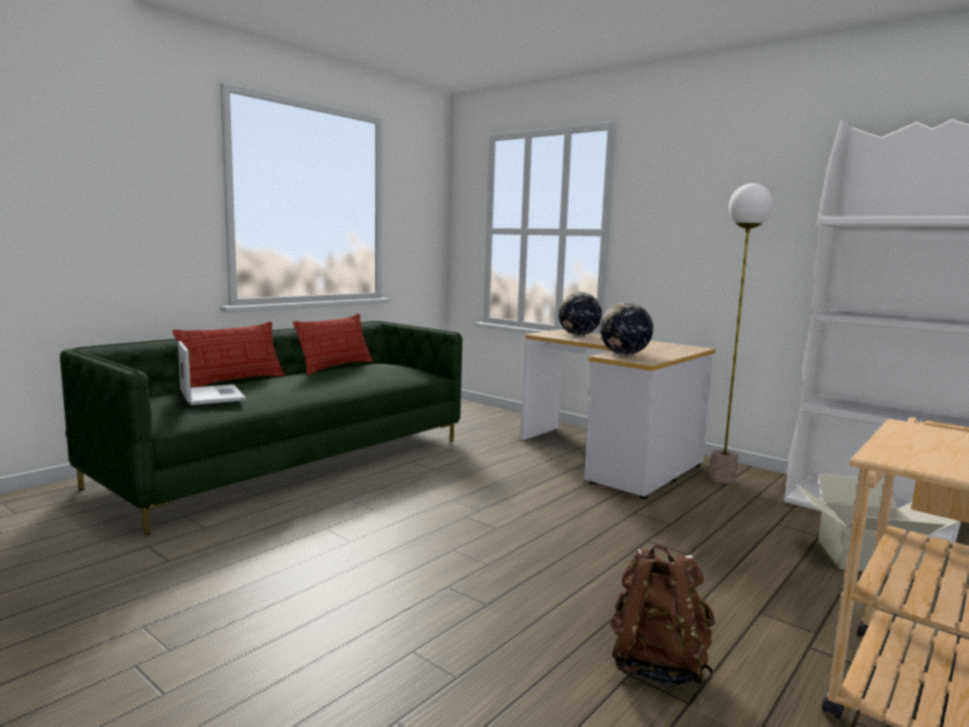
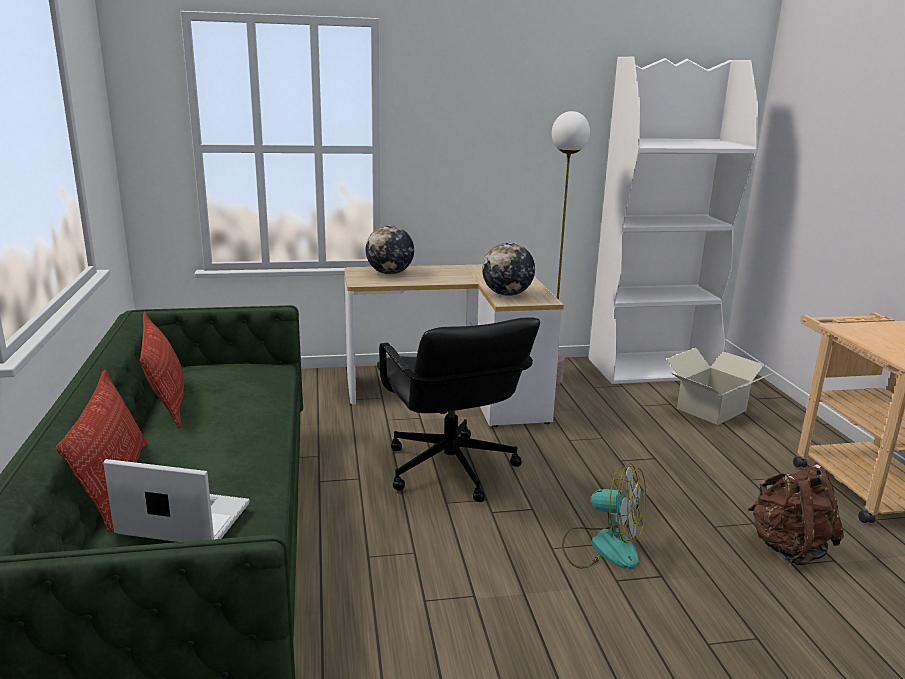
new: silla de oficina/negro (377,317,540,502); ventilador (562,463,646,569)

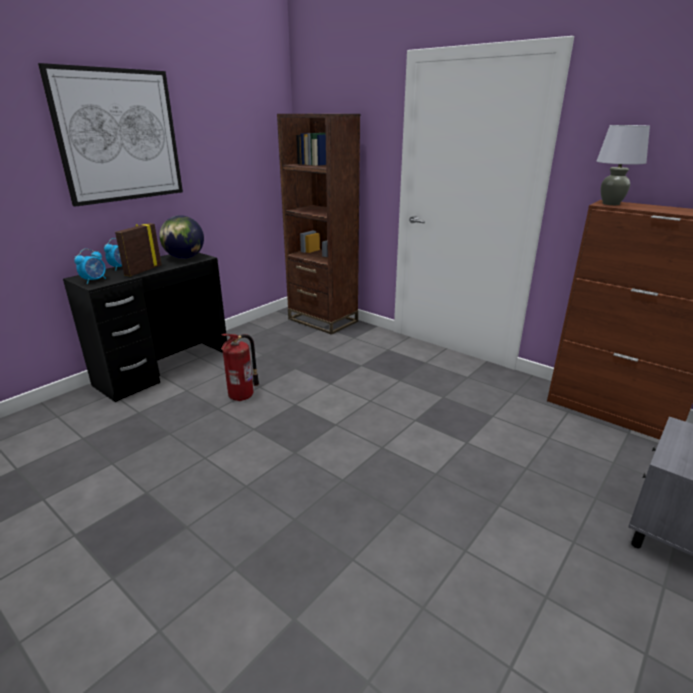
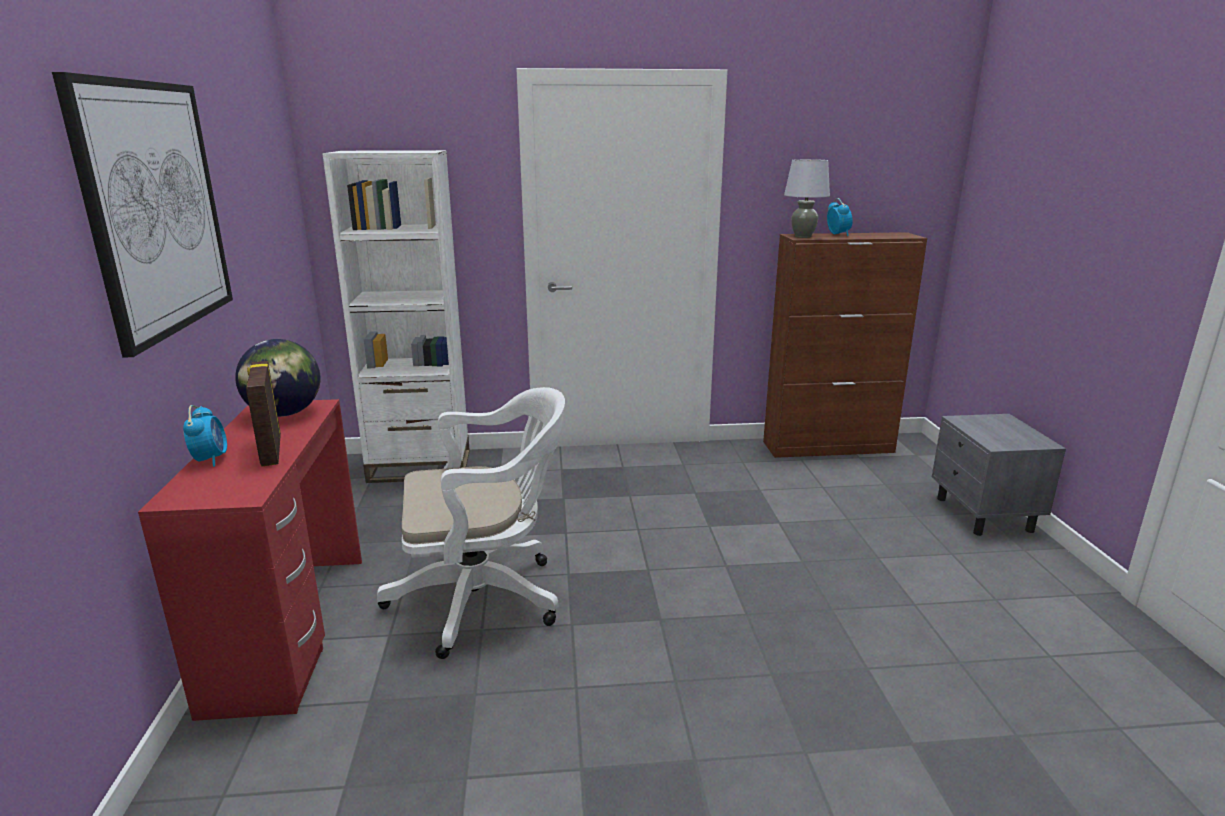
shifted: despertador (74,249,106,284) to (827,198,853,236)
swapped: extintor (221,334,259,401) to silla de oficina/blanco (377,387,565,659)
repainted: escritorio/negro (63,252,227,402) to escritorio/rojo (138,399,362,721); estantería/marrón (277,114,360,335) to estantería/blanco (322,150,470,483)

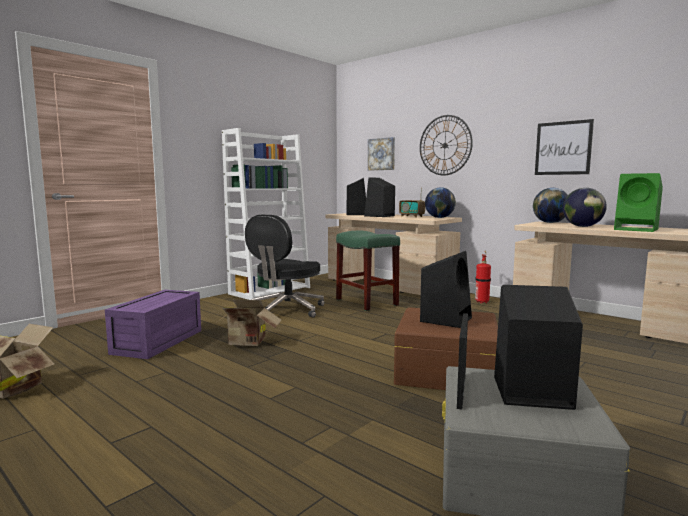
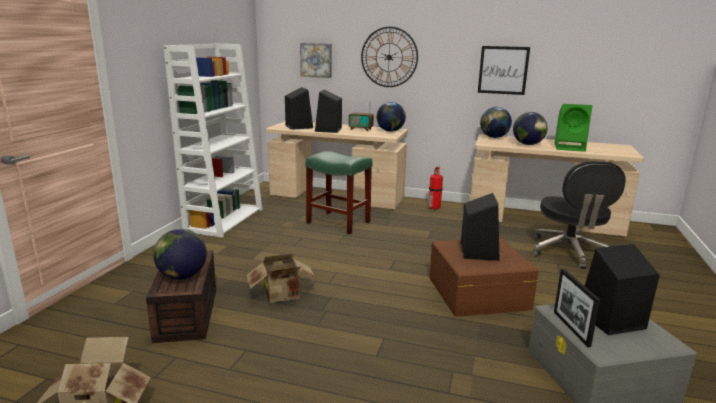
new: globo terráqueo (153,229,207,279)
shifted: silla de oficina/negro (245,214,325,318) to (533,161,626,269)
repainted: caja de almacenaje/morado (105,290,201,359) to caja de almacenaje/marrón (146,251,216,343)

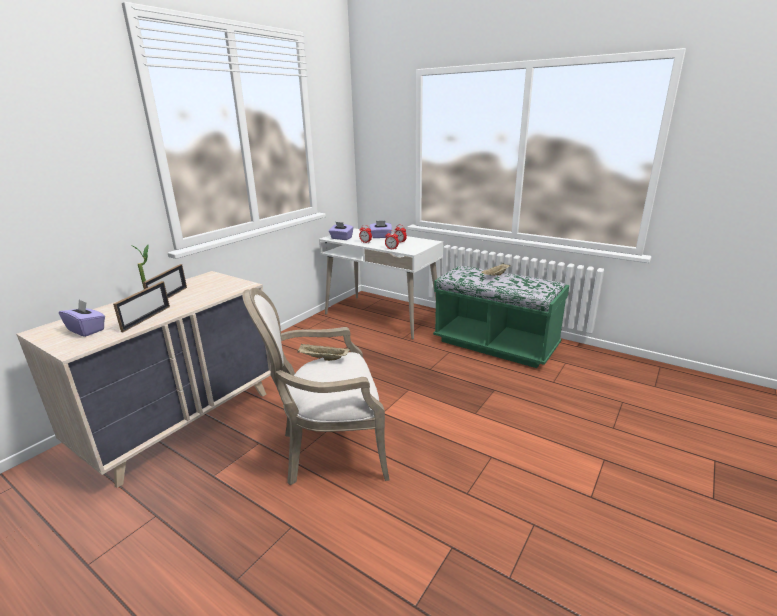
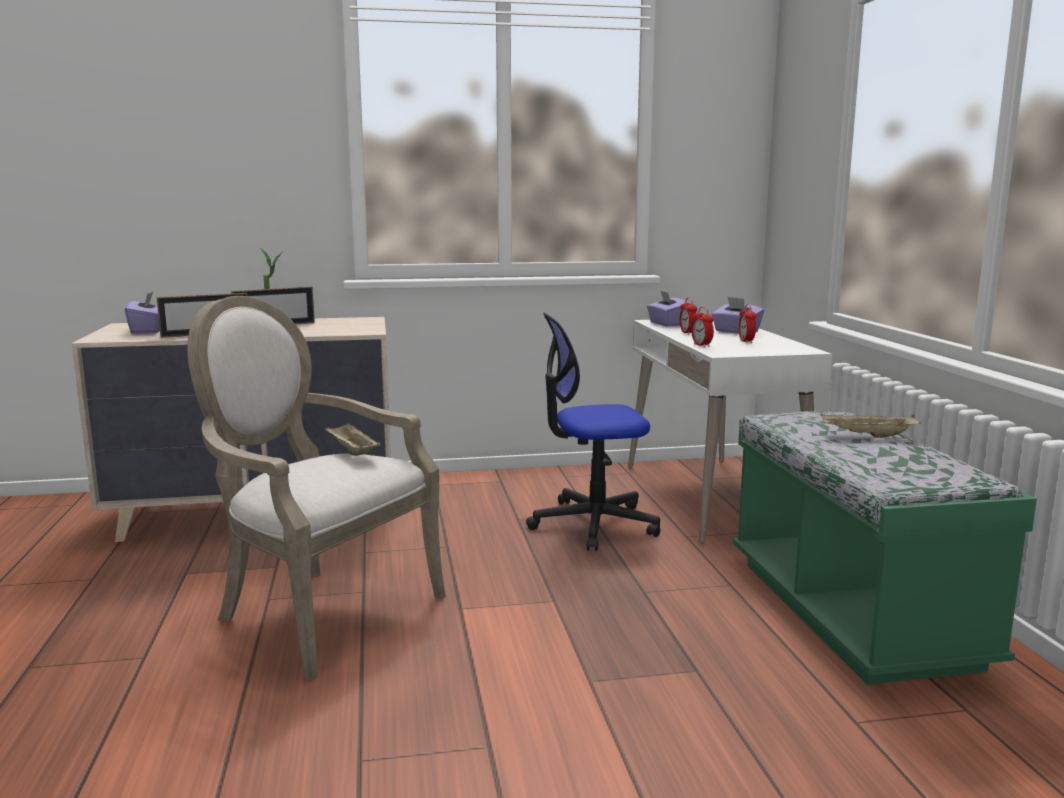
new: silla de oficina (526,313,660,551)

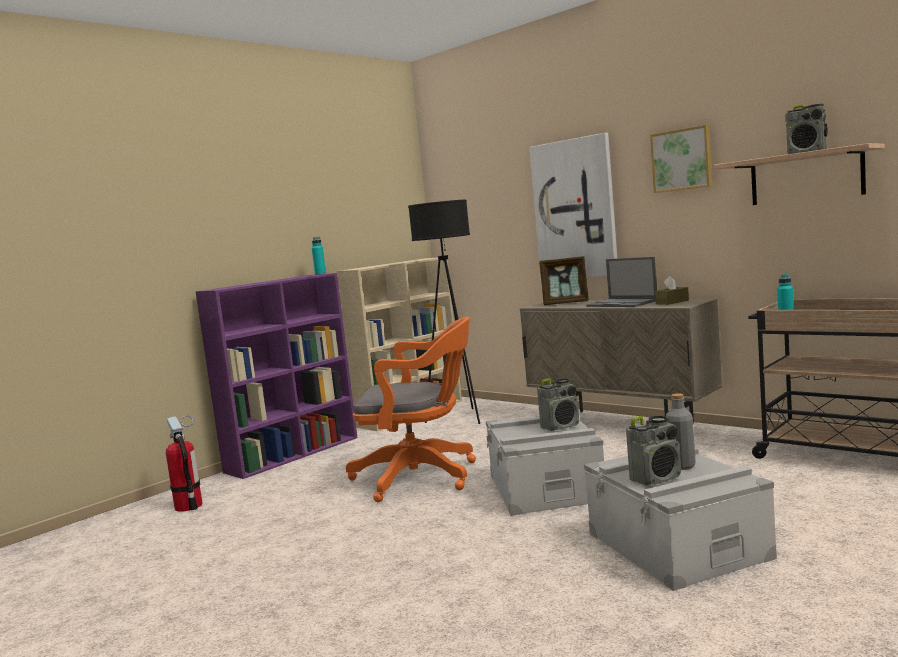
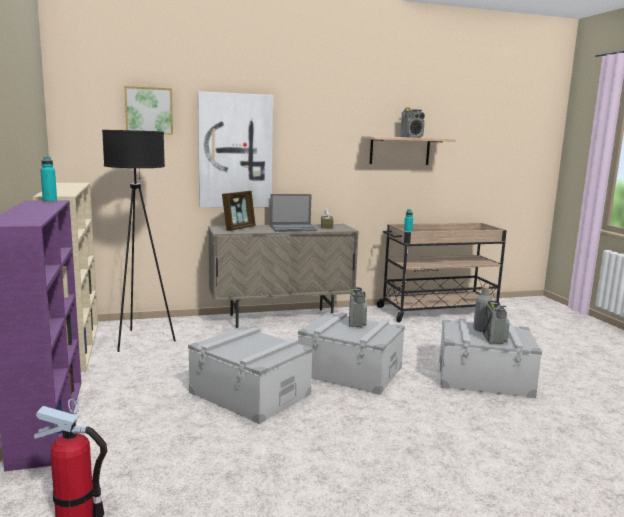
shifted: cuadro (650,125,712,193) to (124,86,173,135)
swapped: silla de oficina/naranja (346,317,476,502) to caja de almacenaje/gris (188,326,313,424)

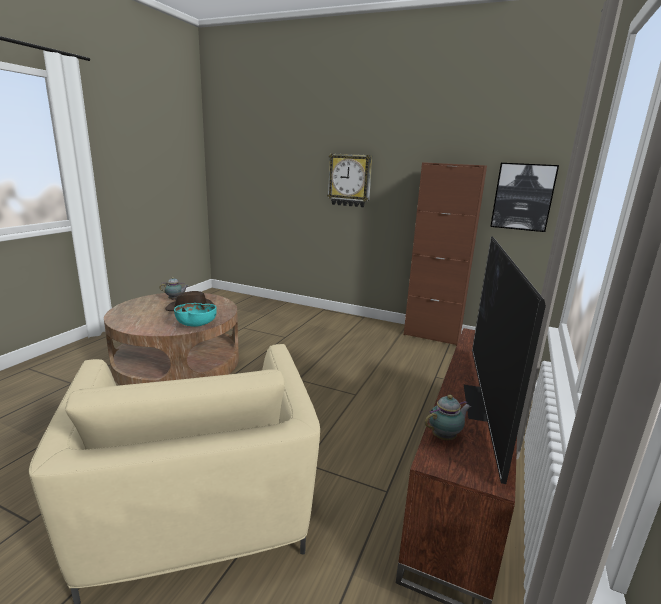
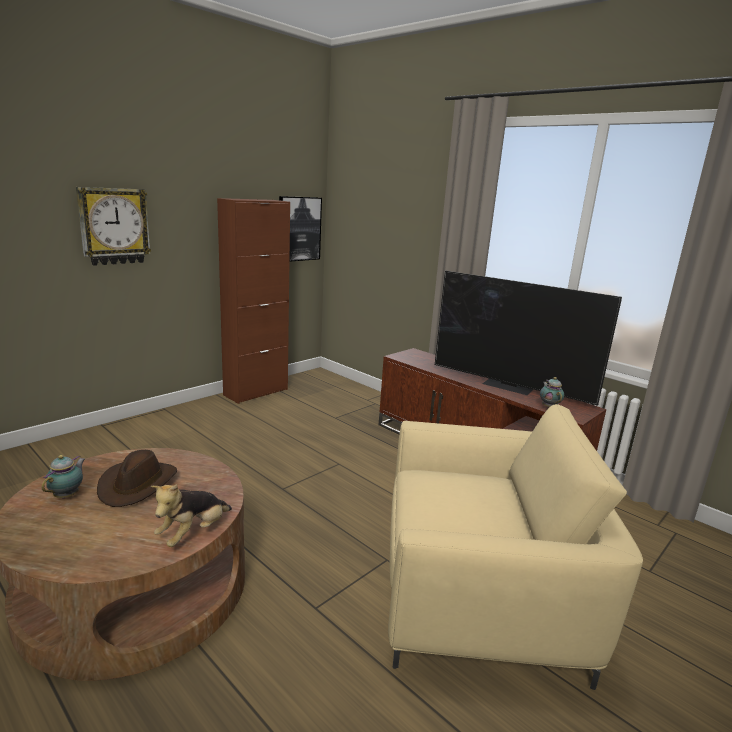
gone: cuenco/turquesa (174,303,217,327)
new: peluche (151,484,232,547)

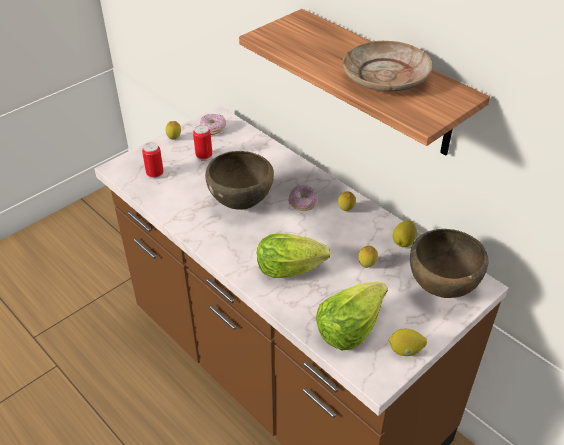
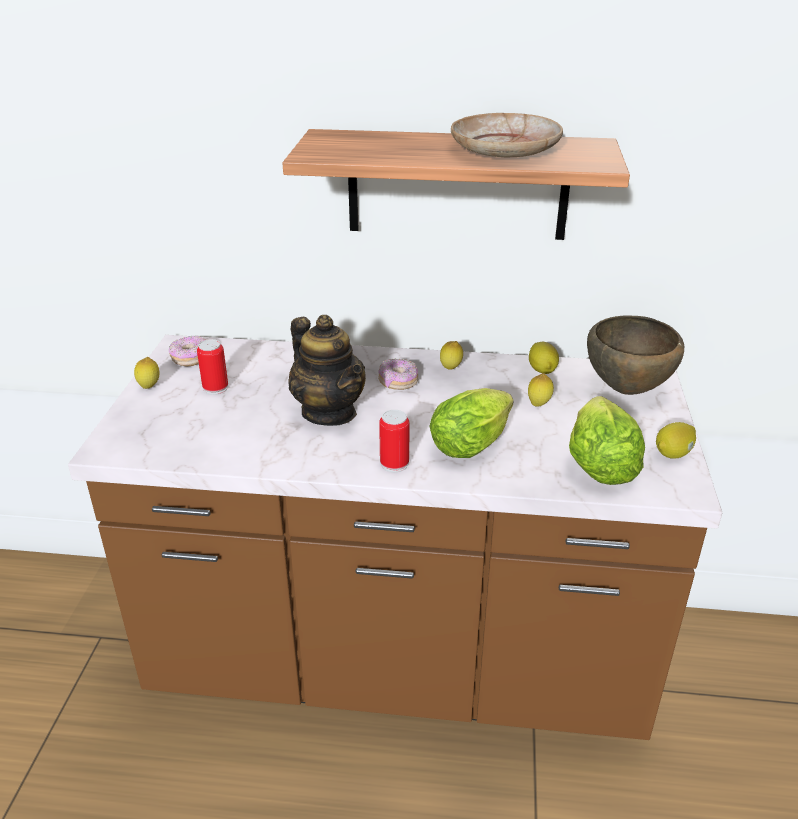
shifted: lata (142,142,164,179) to (379,410,410,472)
swapped: cuenco/marrón (205,151,274,210) to tetera (289,315,366,426)

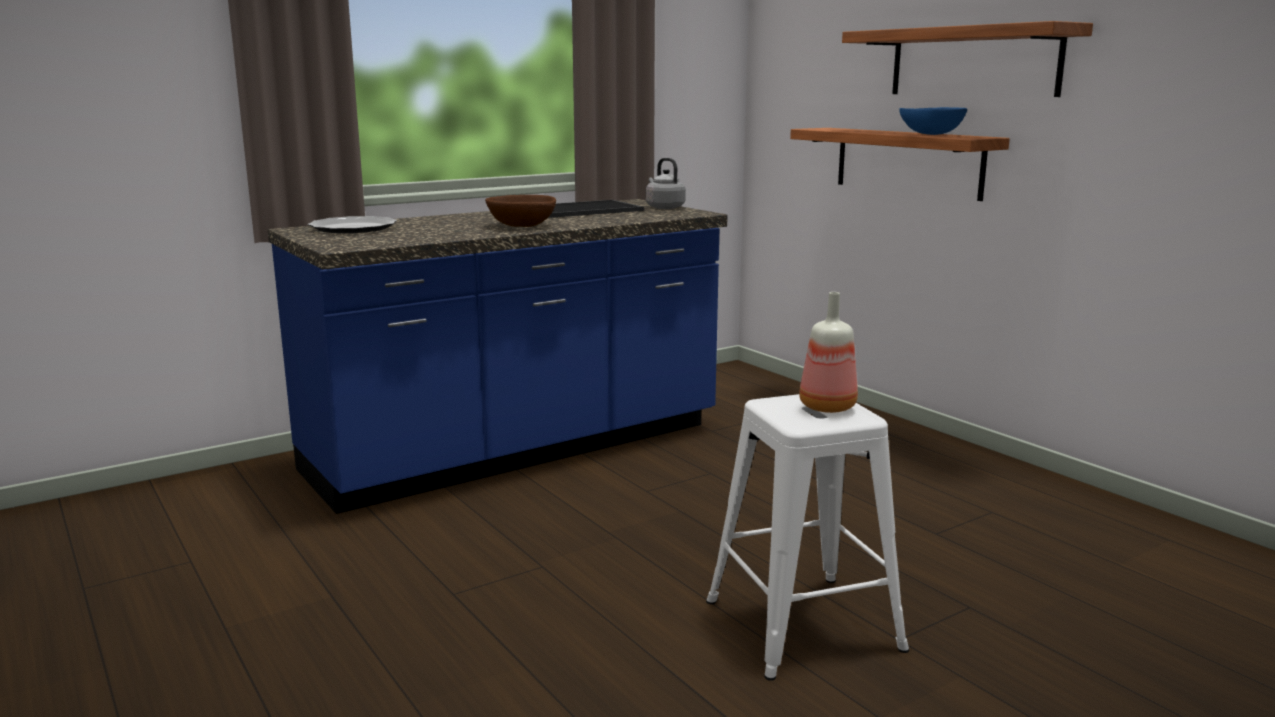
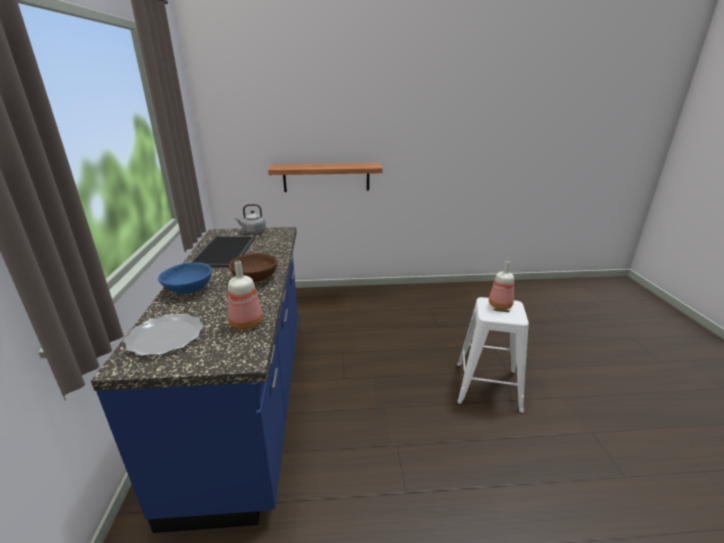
gone: estante (842,21,1093,97)
new: botella (228,261,263,330)
shifted: cuenco/azul (899,107,967,135) to (158,262,212,294)

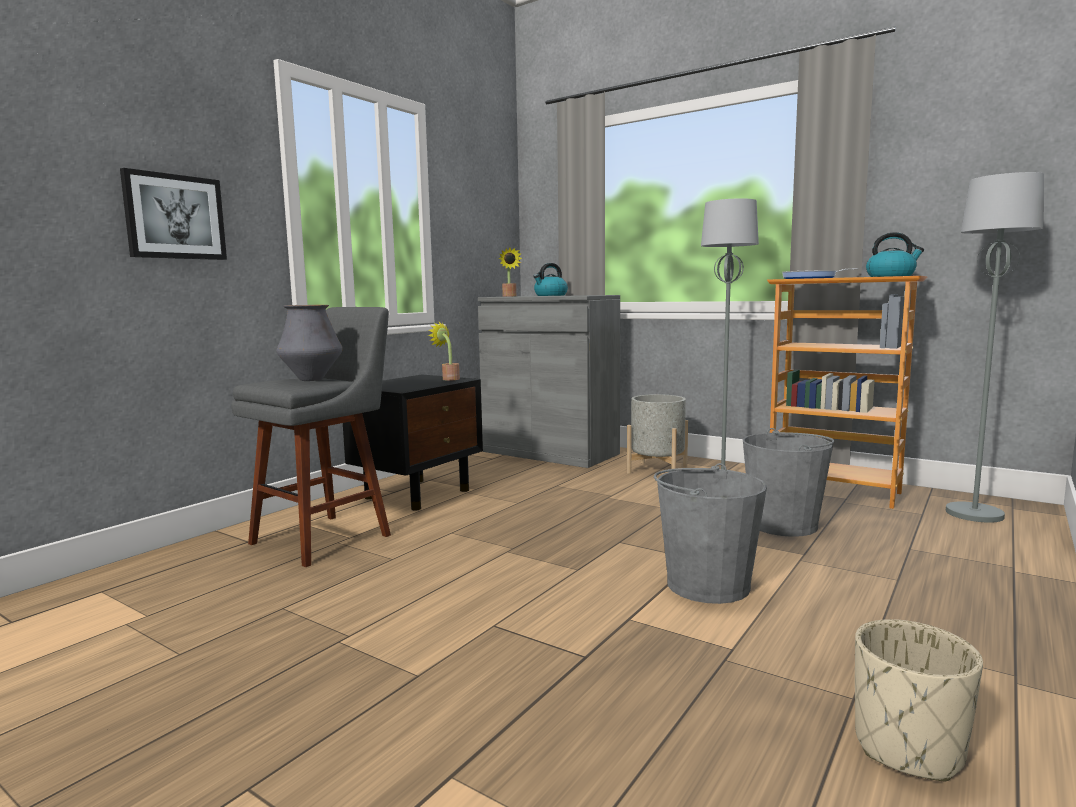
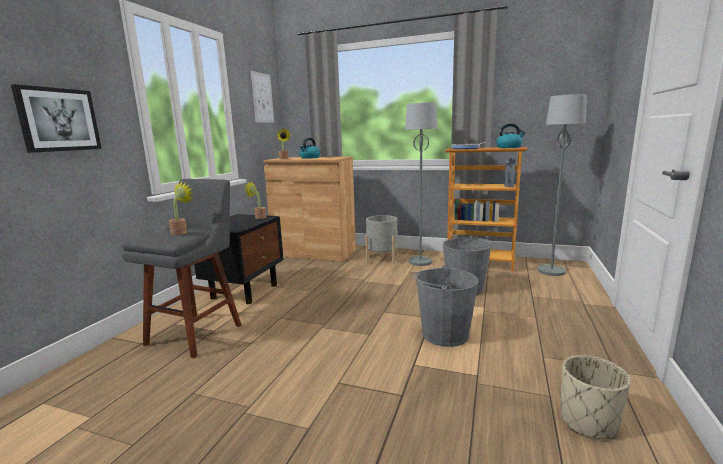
new: cuadro (251,71,274,123)
swapped: florero (276,305,343,381) to planta en maceta (169,182,192,235)
repainted: armario/gris (478,295,620,468) to armario/marrón (263,157,356,262)

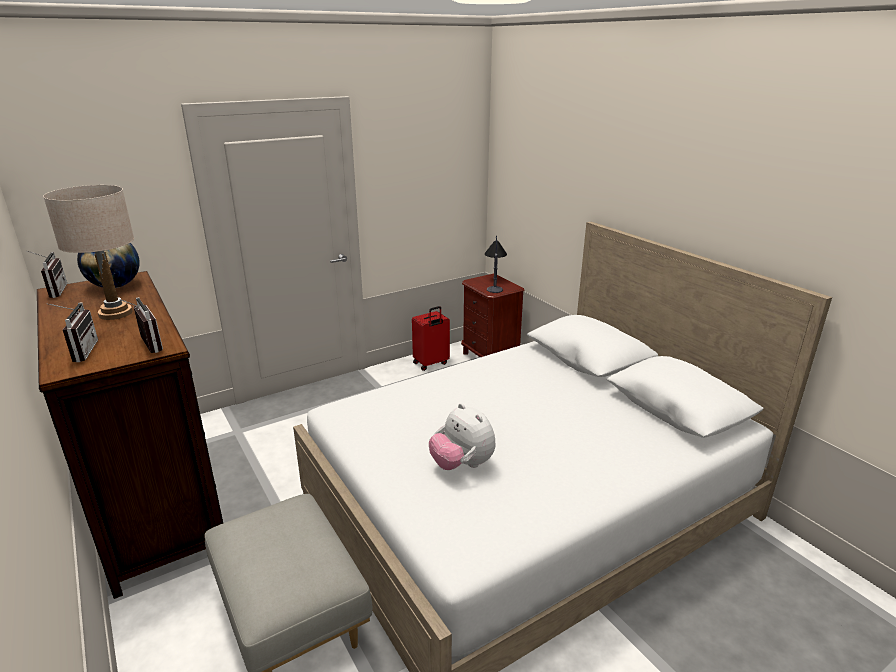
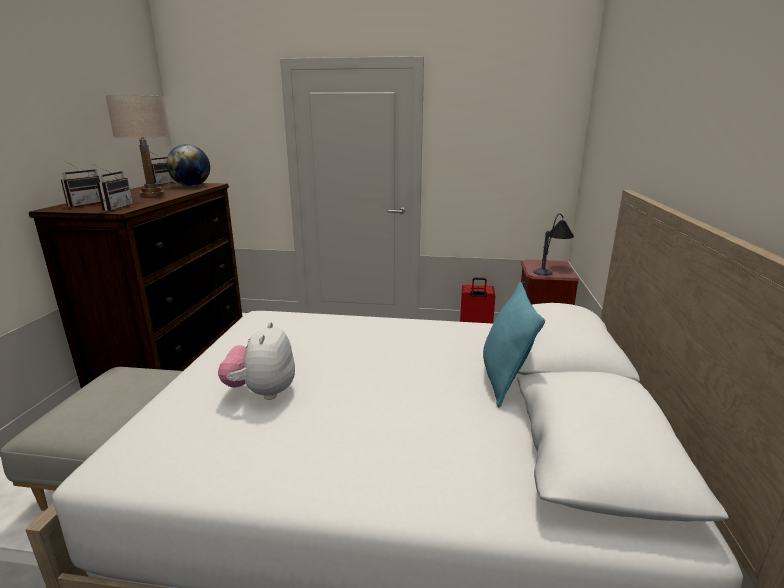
new: cojín/turquesa (483,282,545,408)

